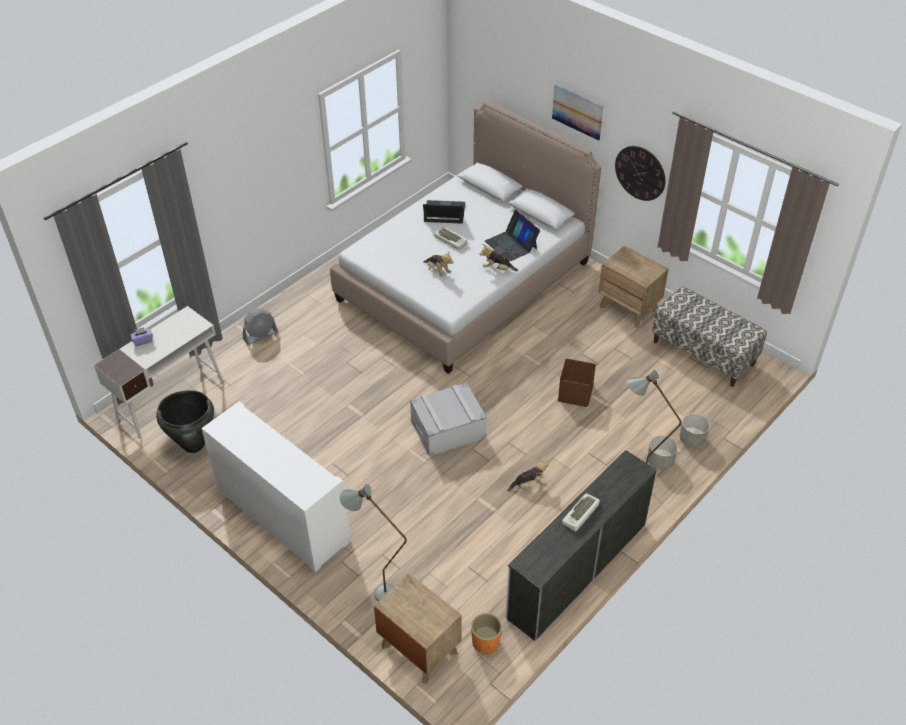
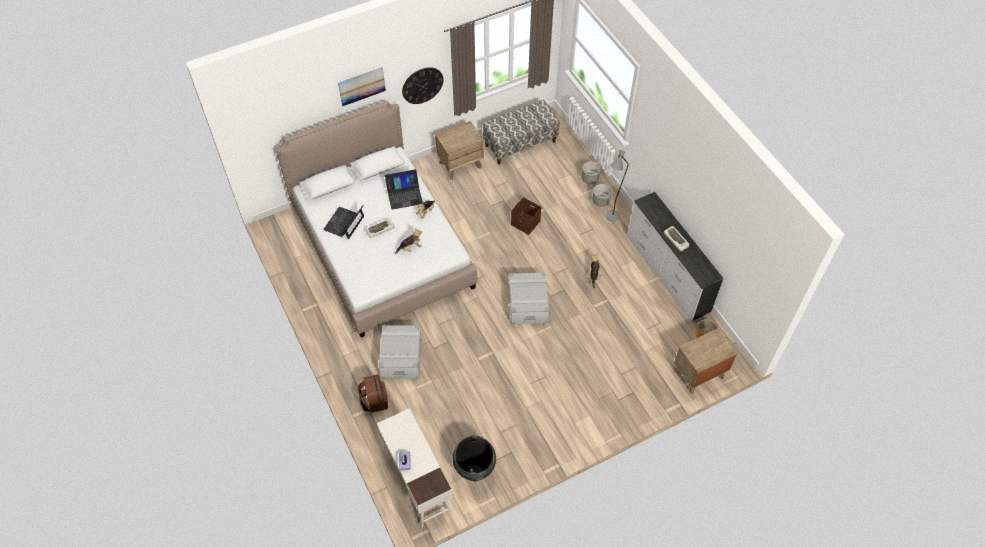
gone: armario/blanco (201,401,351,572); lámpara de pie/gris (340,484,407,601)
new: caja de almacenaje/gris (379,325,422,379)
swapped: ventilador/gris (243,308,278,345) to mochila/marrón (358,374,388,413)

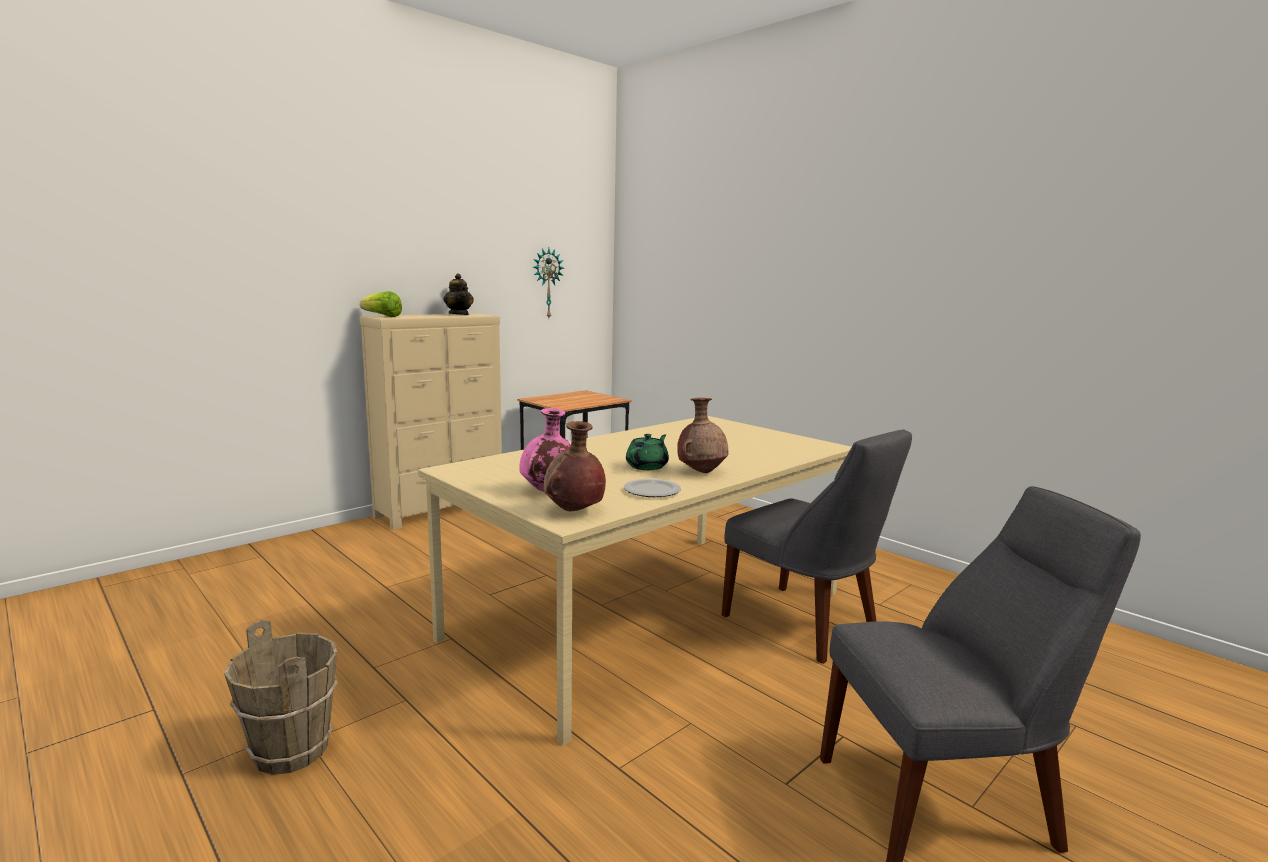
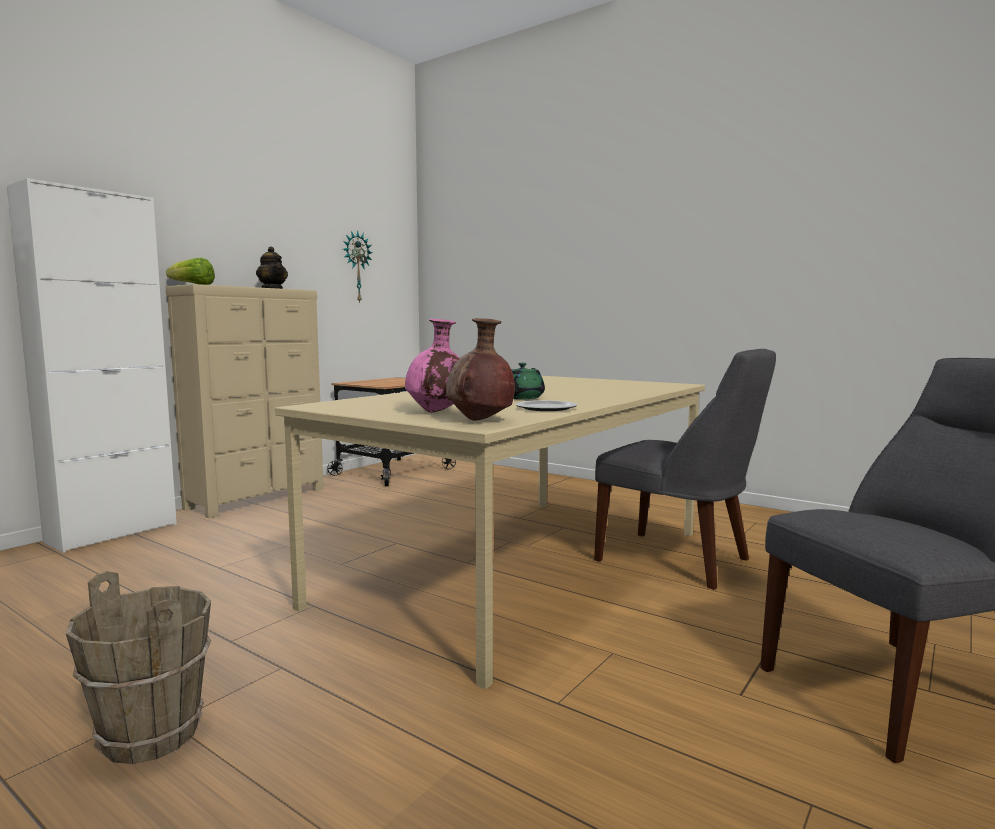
gone: florero/marrón (677,398,728,473)
new: armario/blanco (7,178,177,553)

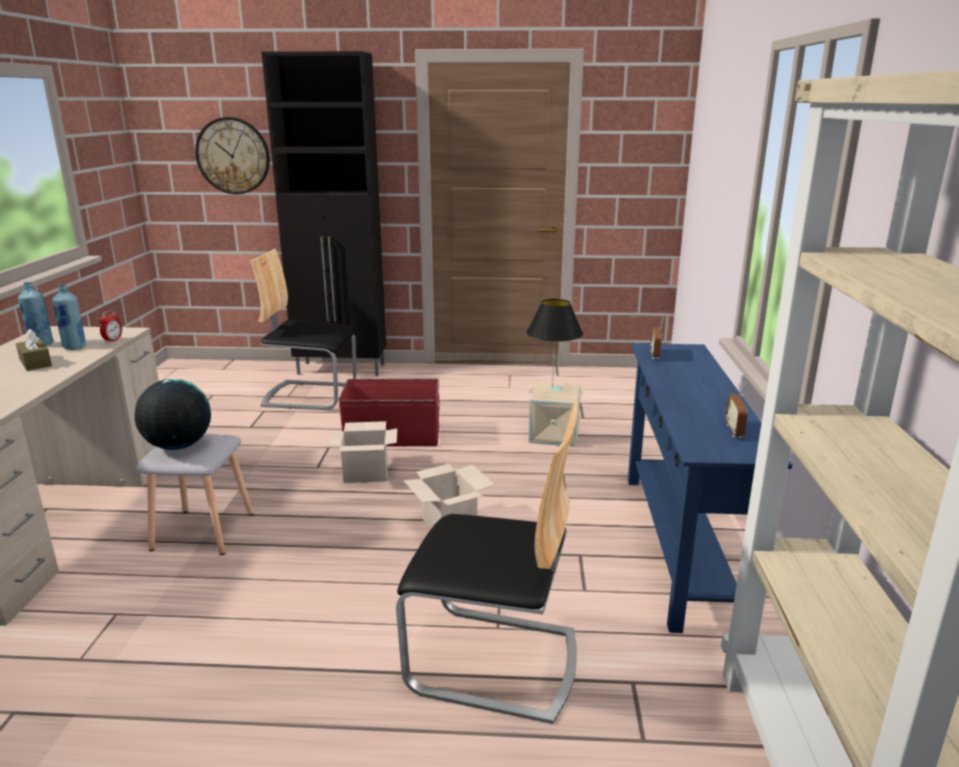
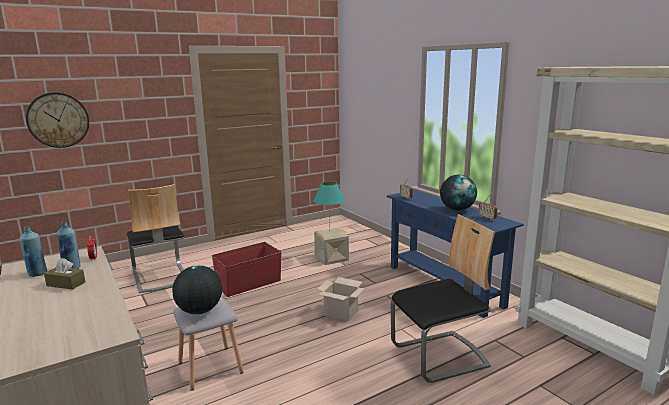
gone: armario/negro (261,51,386,376); caja de cartón (328,421,397,483)
new: globo terráqueo (440,175,477,211)
repainted: lámpara de mesa/negro (526,299,583,388) to lámpara de mesa/turquesa (314,181,345,221)
rotated: silla (250,249,357,410) = (127,184,185,293) 90 degrees counterclockwise

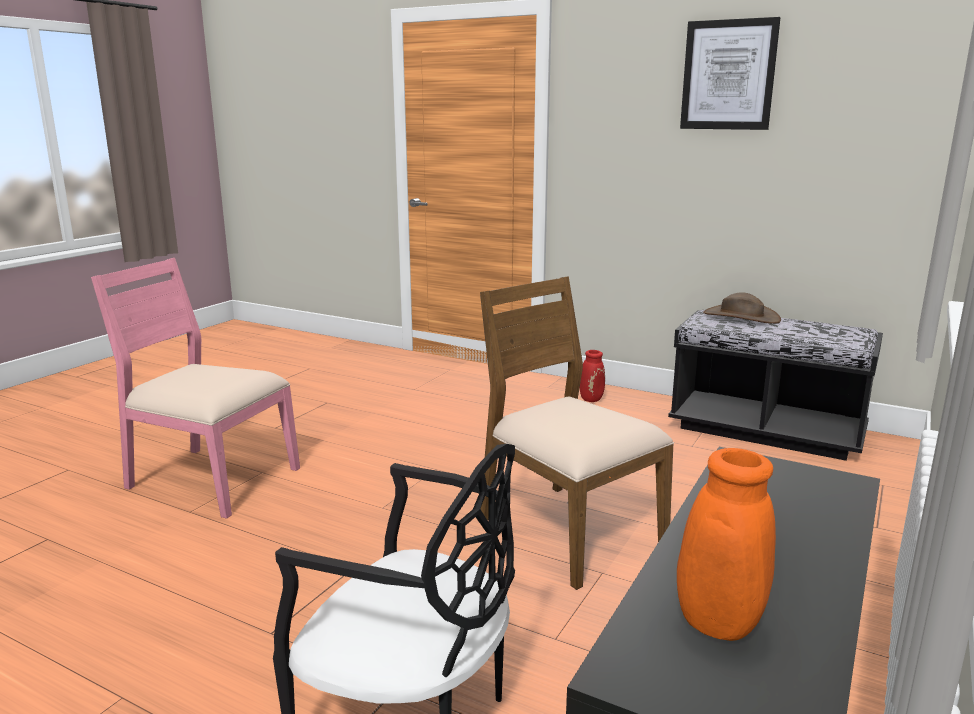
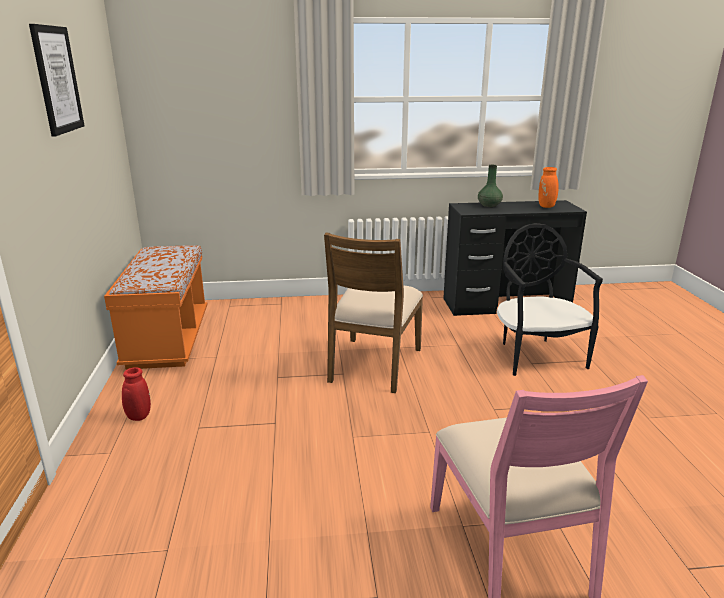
gone: sombrero/marrón (703,292,781,324)
new: florero/verde (478,165,503,207)
repainted: banco/negro (668,310,883,461) to banco/naranja (104,245,208,369)

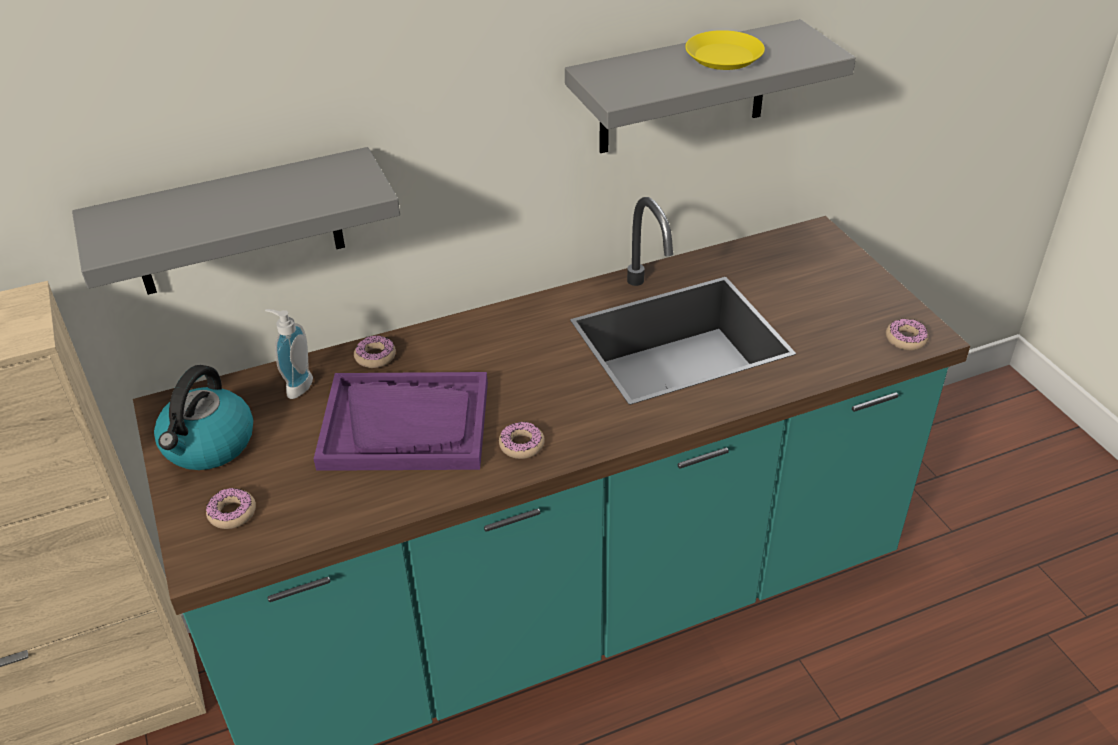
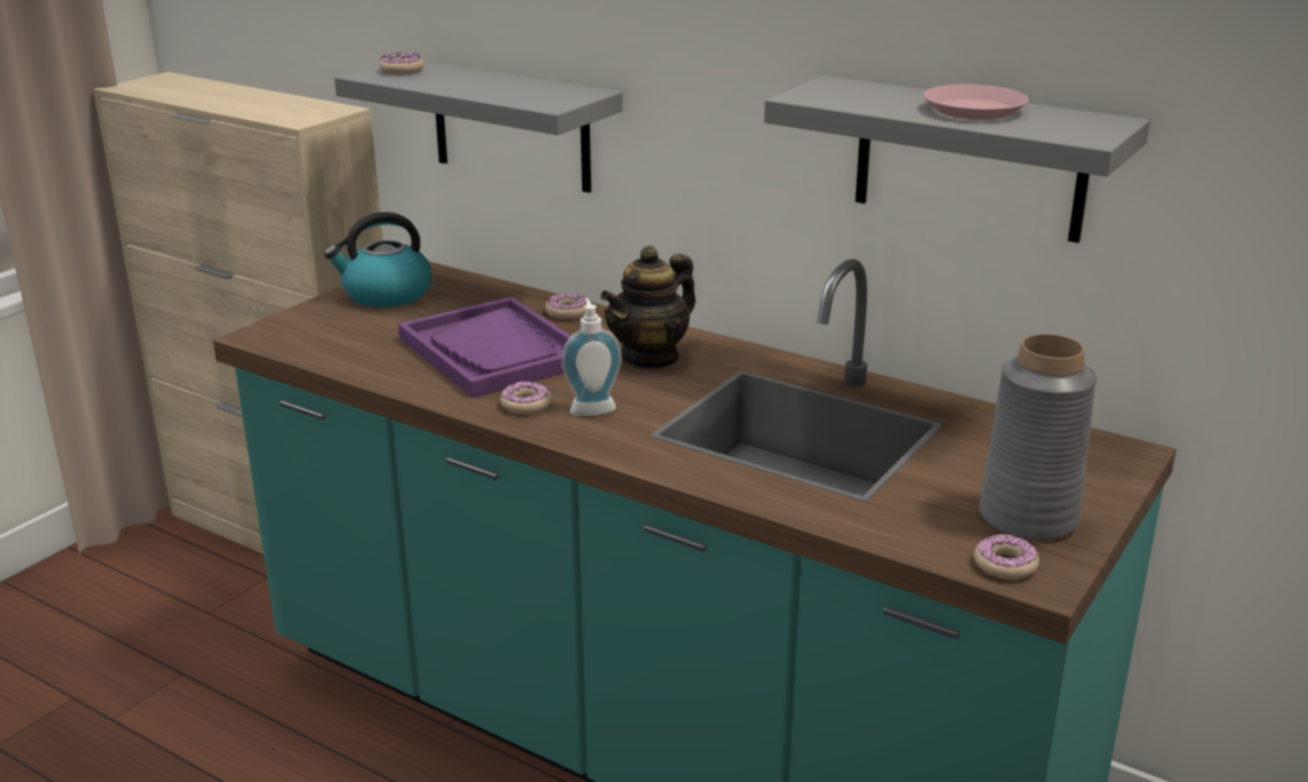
new: tetera (600,245,696,370); florero/gris (980,334,1097,541)
shifted: rosquilla (206,488,256,529) to (379,53,424,75); dispensador de jabón (265,309,313,399) to (562,298,622,416)
repainted: plato/amarillo (685,30,765,70) to plato/rosa (923,84,1029,120)

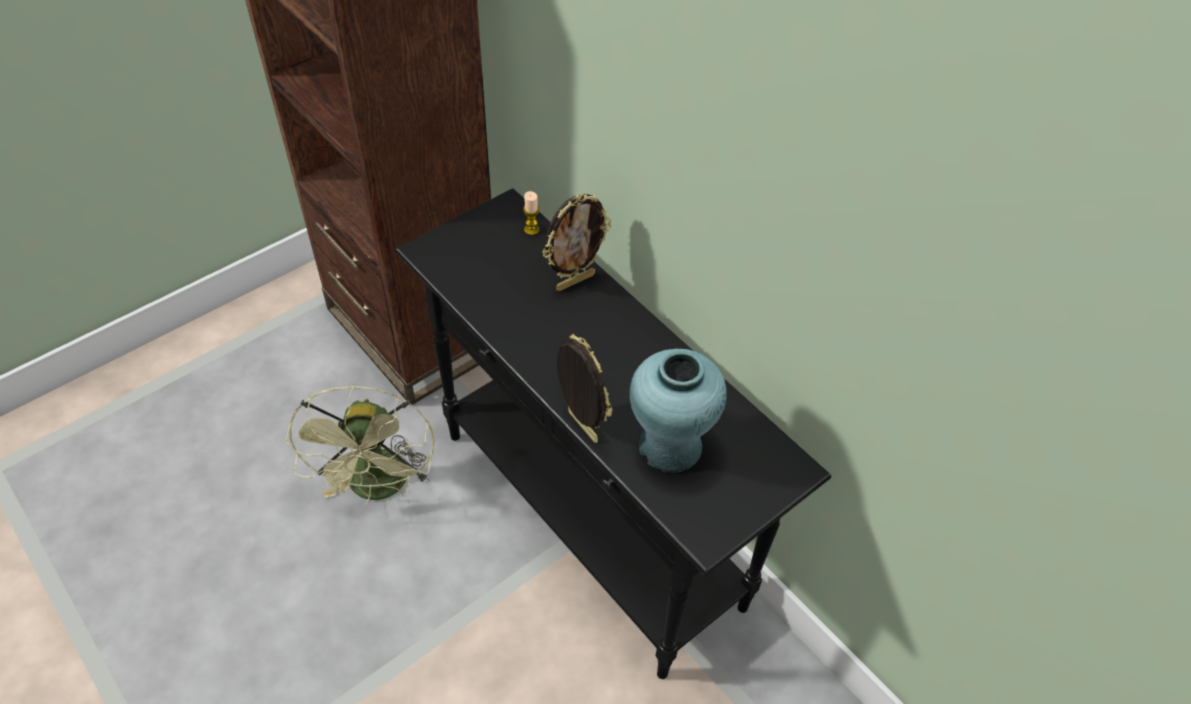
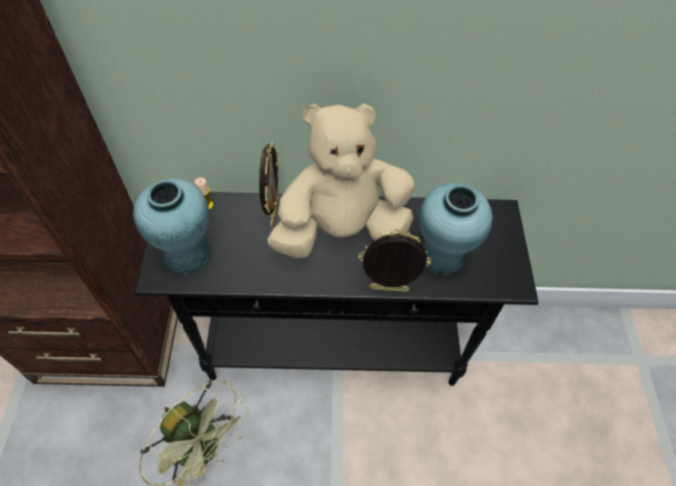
new: florero/turquesa (133,179,211,275); peluche/beis (267,104,415,259)

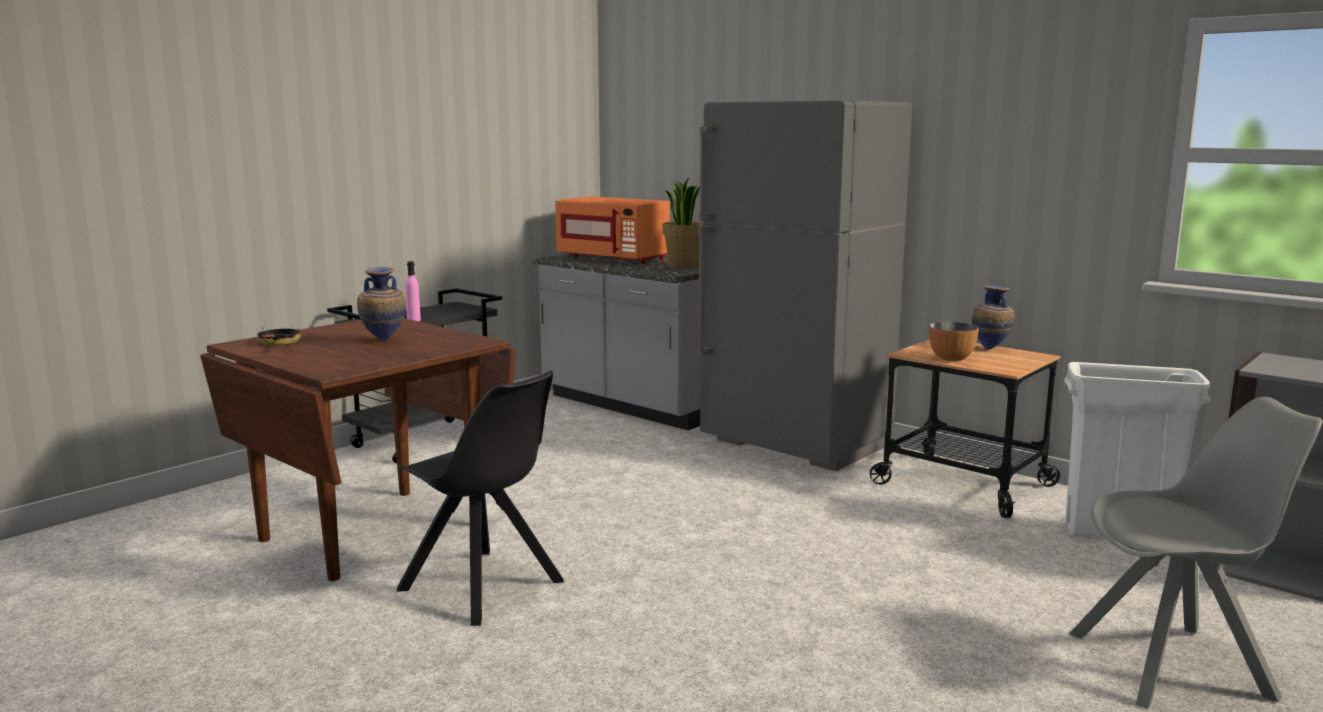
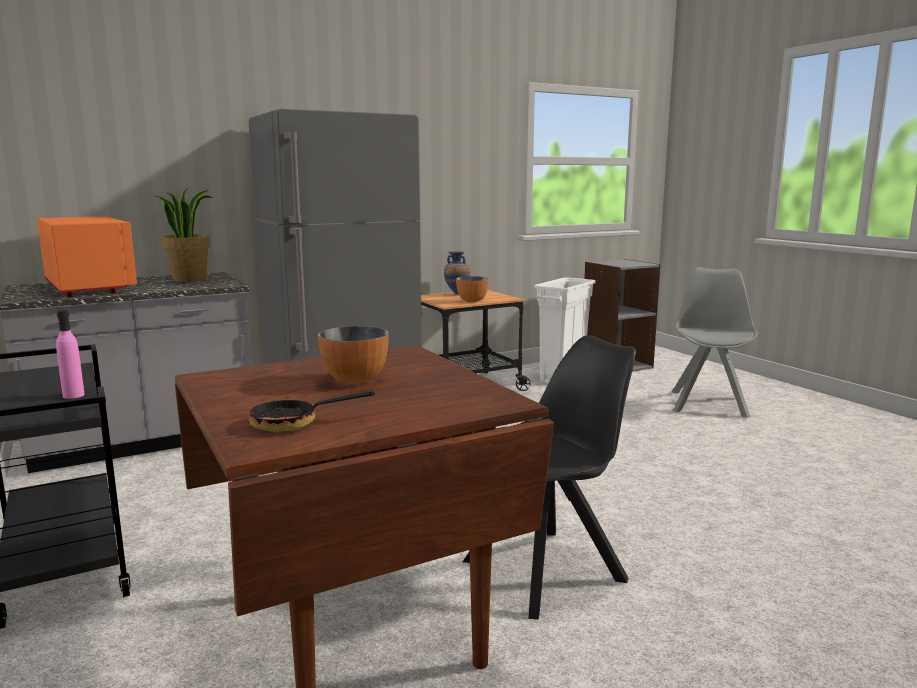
swapped: florero (357,266,406,341) to cuenco (318,326,388,384)
rotated: microondas/naranja (555,196,670,264) = (37,216,137,297) 90 degrees counterclockwise

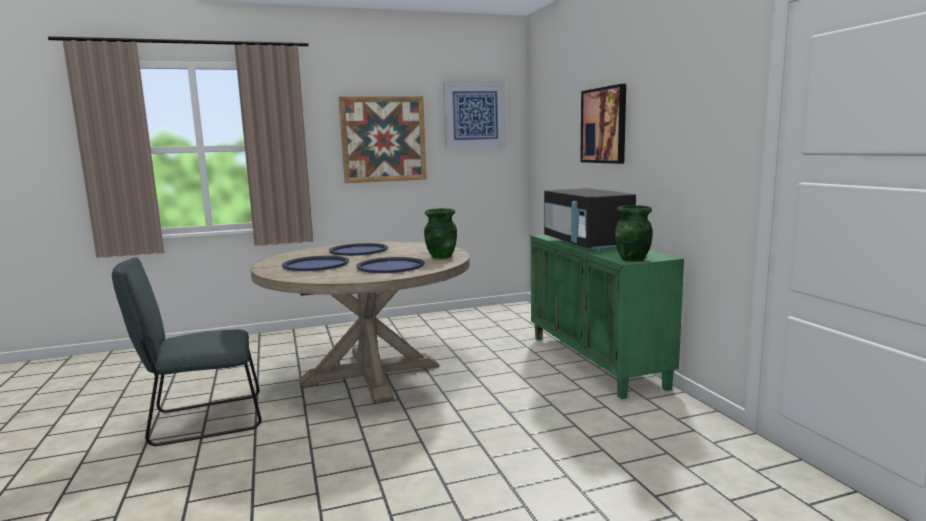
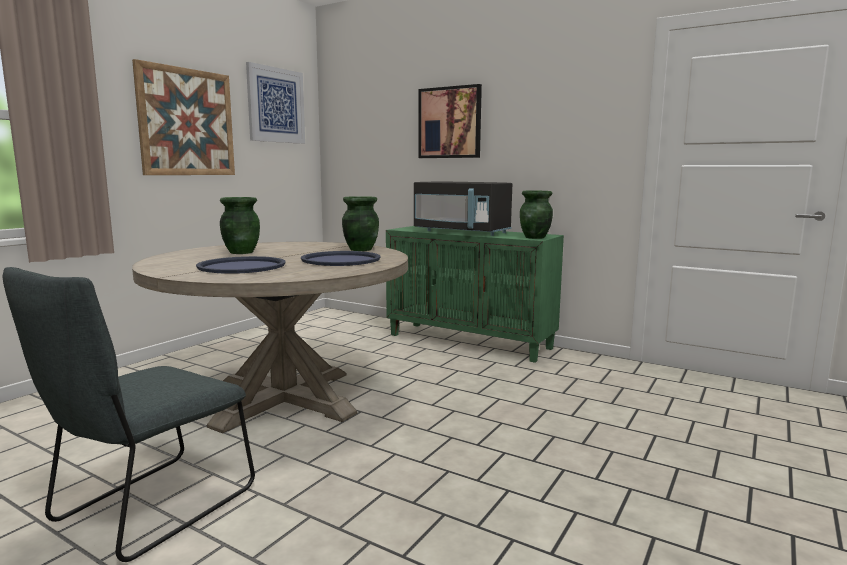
swapped: bandeja/azul (329,243,388,256) to florero/verde (220,197,260,254)

